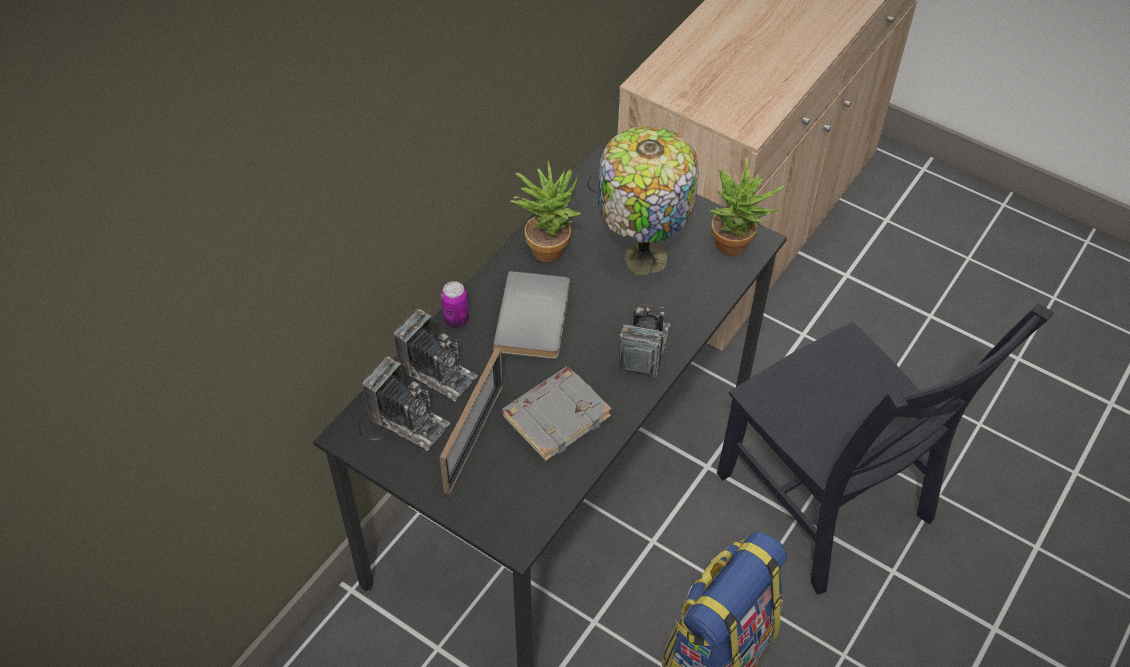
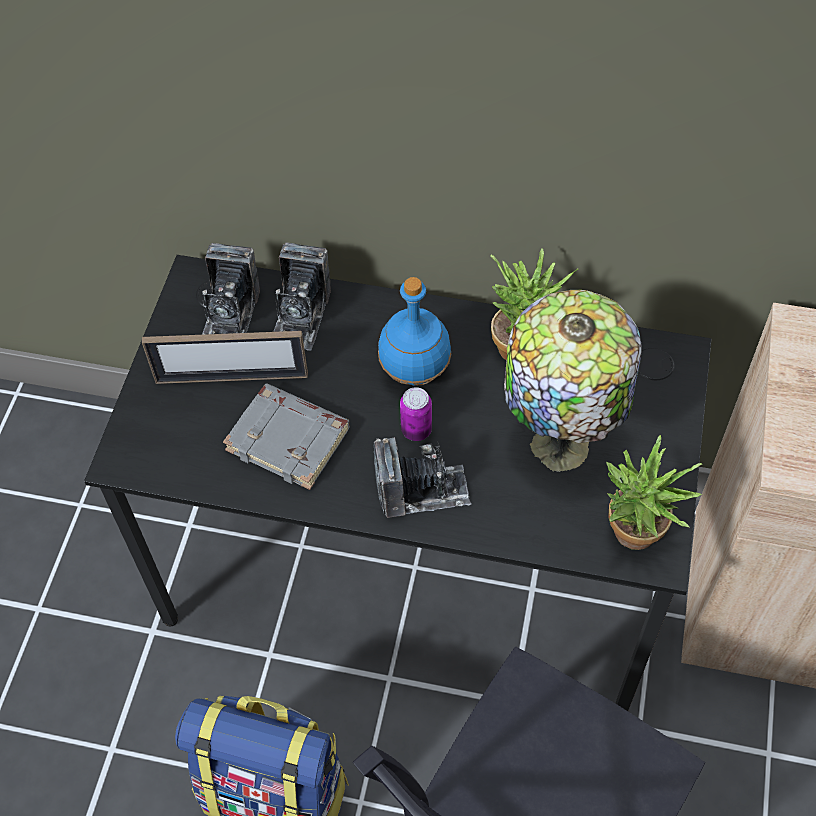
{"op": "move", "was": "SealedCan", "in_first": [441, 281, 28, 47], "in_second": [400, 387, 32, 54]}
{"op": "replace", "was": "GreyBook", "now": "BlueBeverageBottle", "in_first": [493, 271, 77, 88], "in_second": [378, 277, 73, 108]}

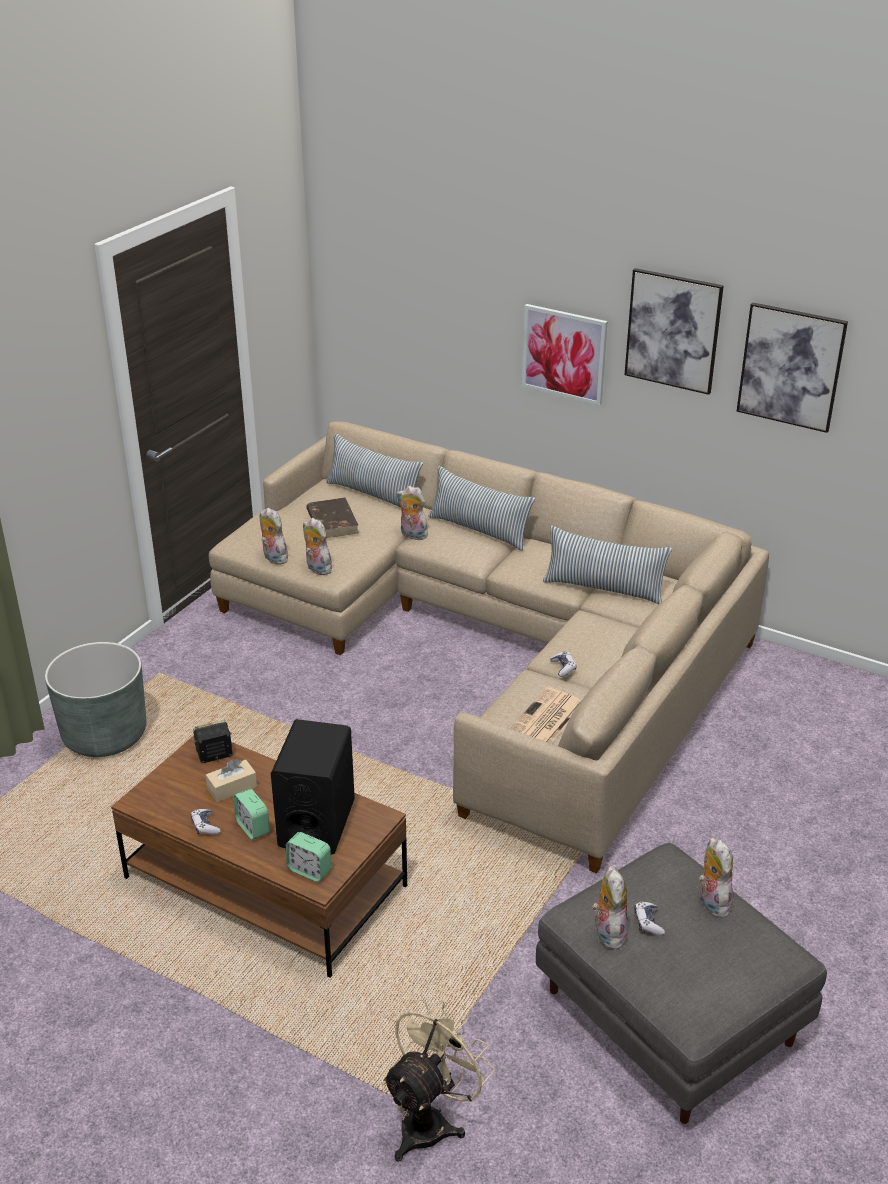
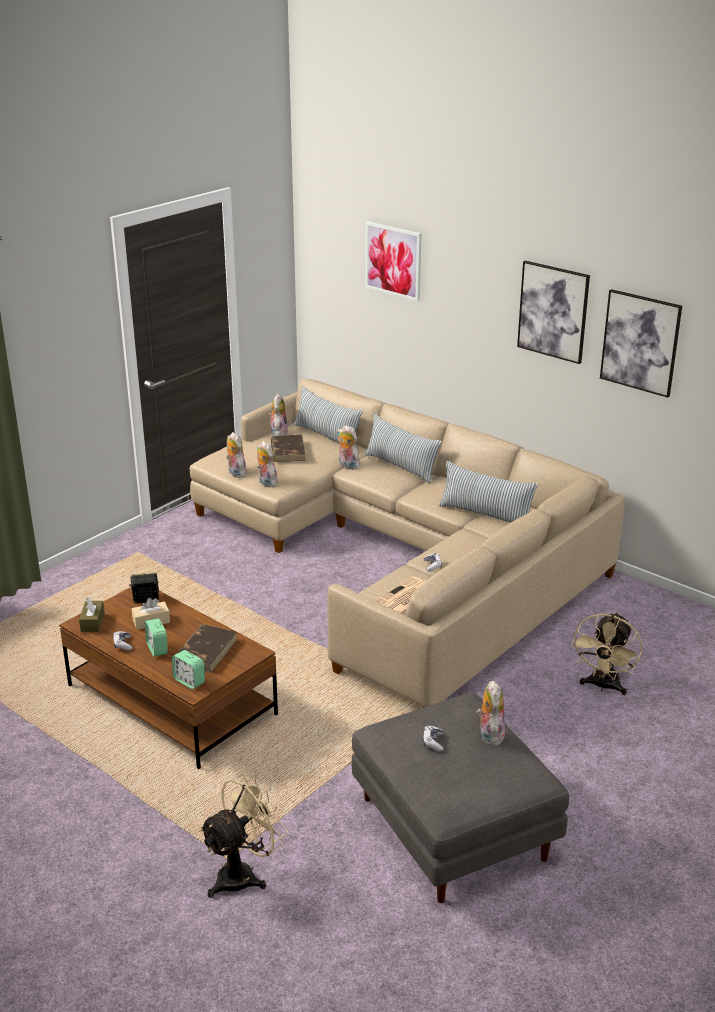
{"op": "delete", "was": "GreyPlanter", "in_first": [45, 642, 101, 115]}
{"op": "replace", "was": "BlackishLoudspeaker", "now": "BrownishBook", "in_first": [271, 719, 84, 136], "in_second": [176, 624, 62, 49]}
{"op": "move", "was": "WallArt", "in_first": [522, 304, 86, 101], "in_second": [365, 221, 57, 80]}
{"op": "move", "was": "PlushToy", "in_first": [592, 866, 36, 83], "in_second": [268, 394, 20, 42]}
{"op": "insert", "now": "BrownishTissueHolder", "in_second": [79, 598, 26, 34]}
{"op": "insert", "now": "BeigeColouredFan", "in_second": [571, 612, 71, 83]}

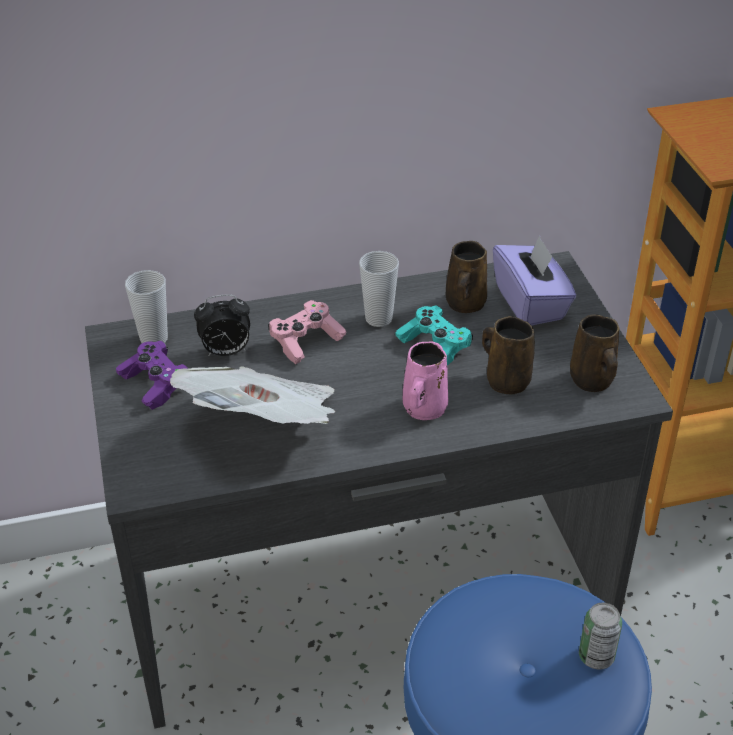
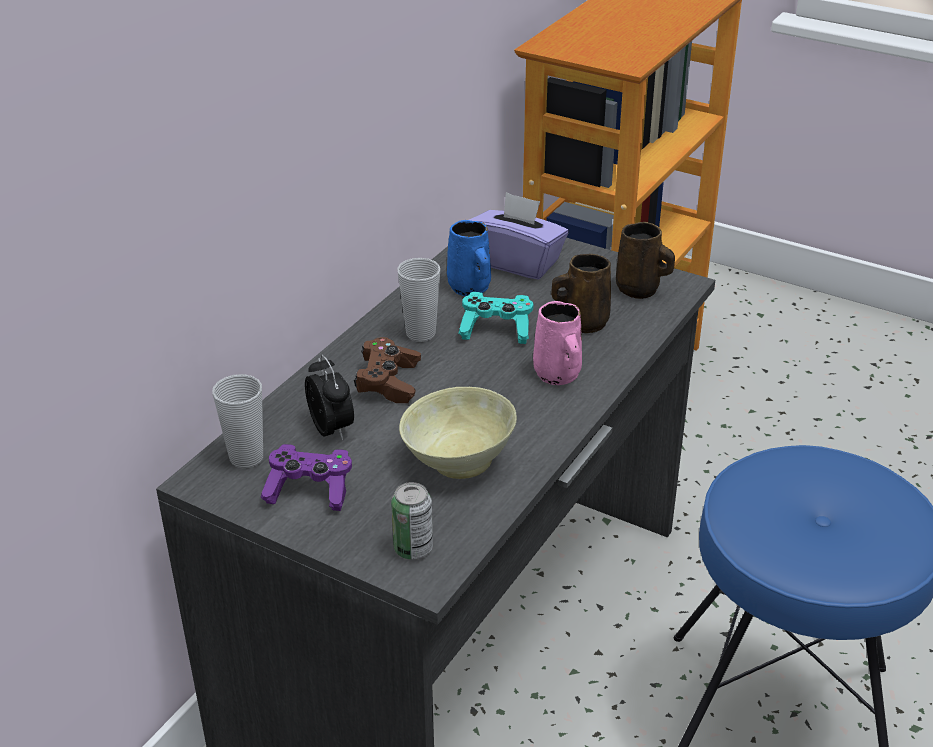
{"op": "replace", "was": "Newspaper", "now": "BeigeColouredServingBowl", "in_first": [170, 367, 165, 57], "in_second": [399, 387, 118, 92]}
{"op": "rotate", "was": "TableClock", "in_first": [194, 294, 56, 62], "in_second": [305, 355, 49, 85], "clockwise": -60}
{"op": "recolor", "was": "PinkColouredGameController", "now": "BrownishGameController", "in_first": [268, 300, 78, 64], "in_second": [354, 337, 67, 66]}
{"op": "recolor", "was": "BrownishMug", "now": "BlueMug", "in_first": [446, 241, 41, 72], "in_second": [447, 220, 44, 76]}
{"op": "move", "was": "SealedCan", "in_first": [579, 603, 43, 67], "in_second": [391, 482, 42, 78]}

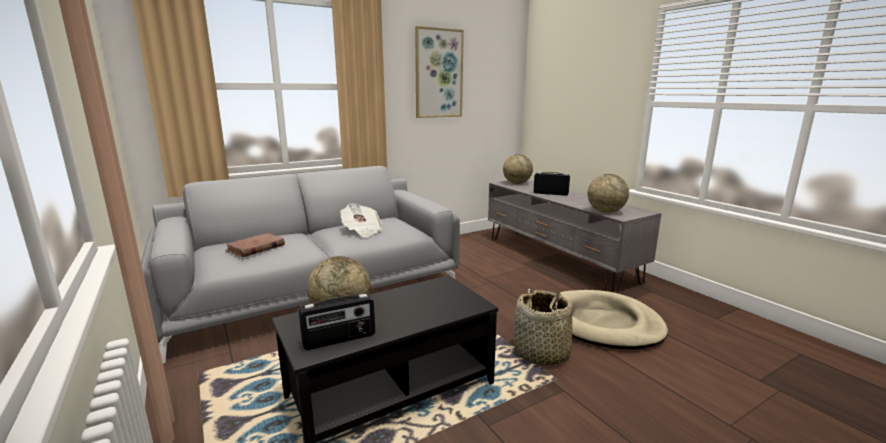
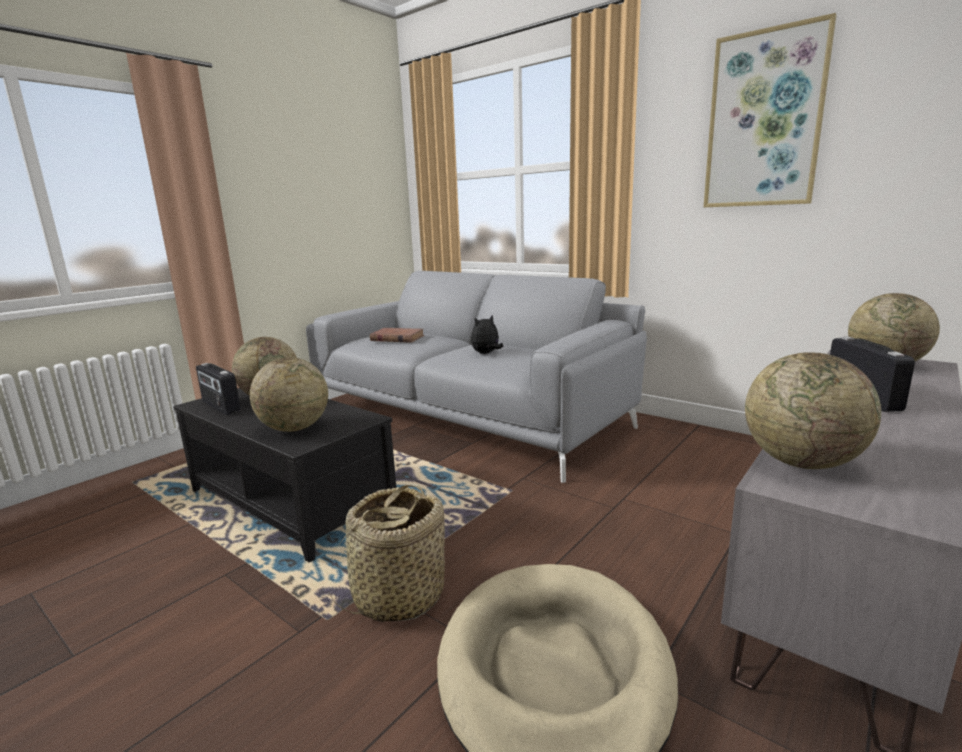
{"op": "replace", "was": "Newspaper", "now": "PlushToy", "in_first": [340, 204, 43, 34], "in_second": [471, 315, 32, 39]}
{"op": "insert", "now": "DeskGlobe", "in_second": [250, 358, 78, 74]}

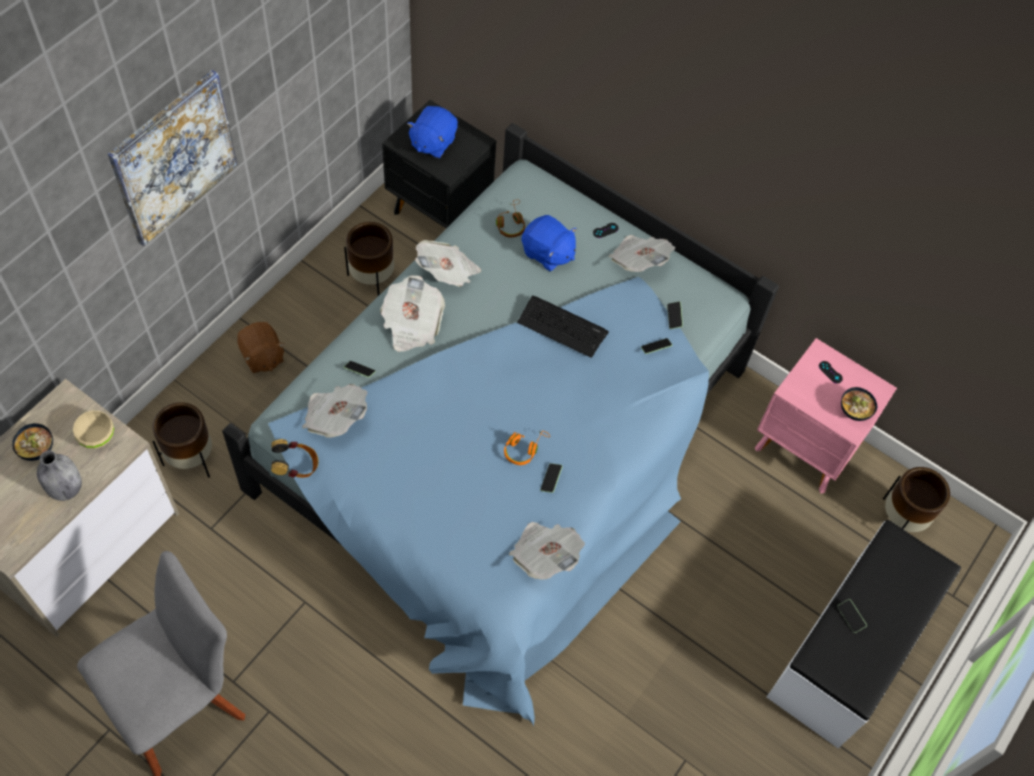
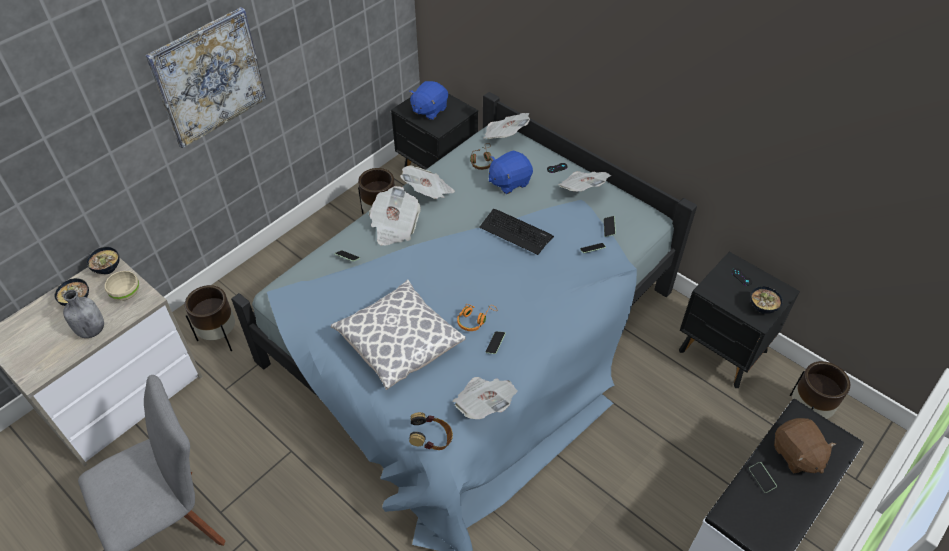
{"op": "move", "was": "BrownishPlushToy", "in_first": [237, 322, 48, 51], "in_second": [774, 418, 62, 55]}
{"op": "move", "was": "Headphones", "in_first": [271, 439, 48, 39], "in_second": [409, 412, 44, 38]}
{"op": "move", "was": "Newspaper", "in_first": [302, 384, 66, 54], "in_second": [483, 113, 47, 26]}
{"op": "rotate", "was": "BluePlushToy", "in_first": [521, 215, 56, 56], "in_second": [489, 150, 44, 44], "clockwise": 105}
{"op": "recolor", "was": "PinkColouredNightstand", "now": "BlackishNightstand", "in_first": [755, 338, 142, 155], "in_second": [679, 252, 121, 136]}
{"op": "insert", "now": "ServingBowl", "in_second": [87, 247, 33, 27]}
{"op": "insert", "now": "Pillow", "in_second": [331, 279, 135, 111]}

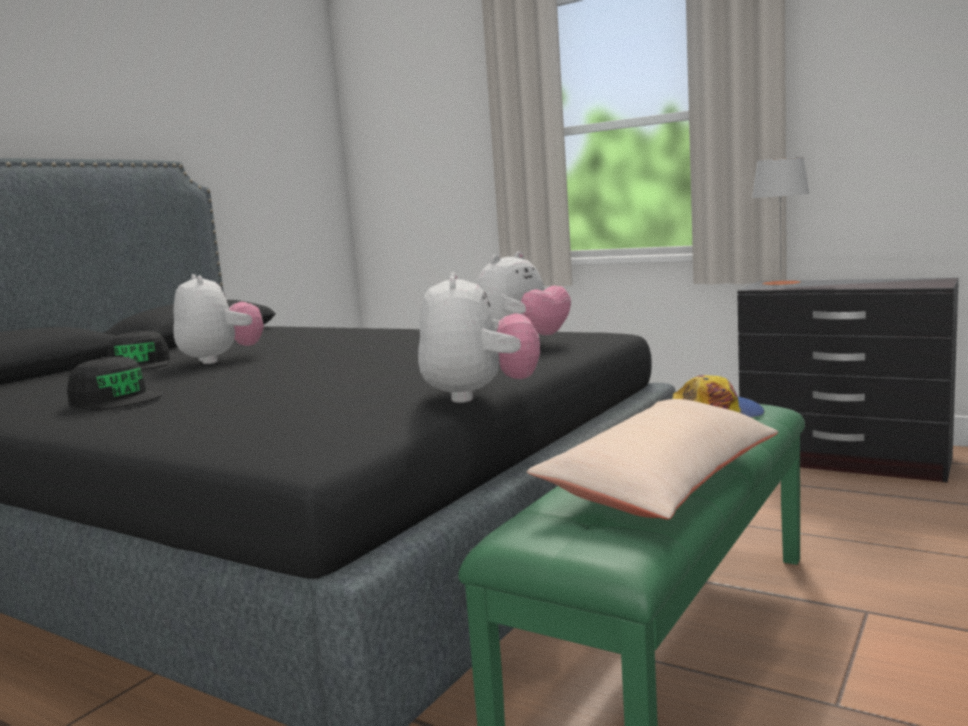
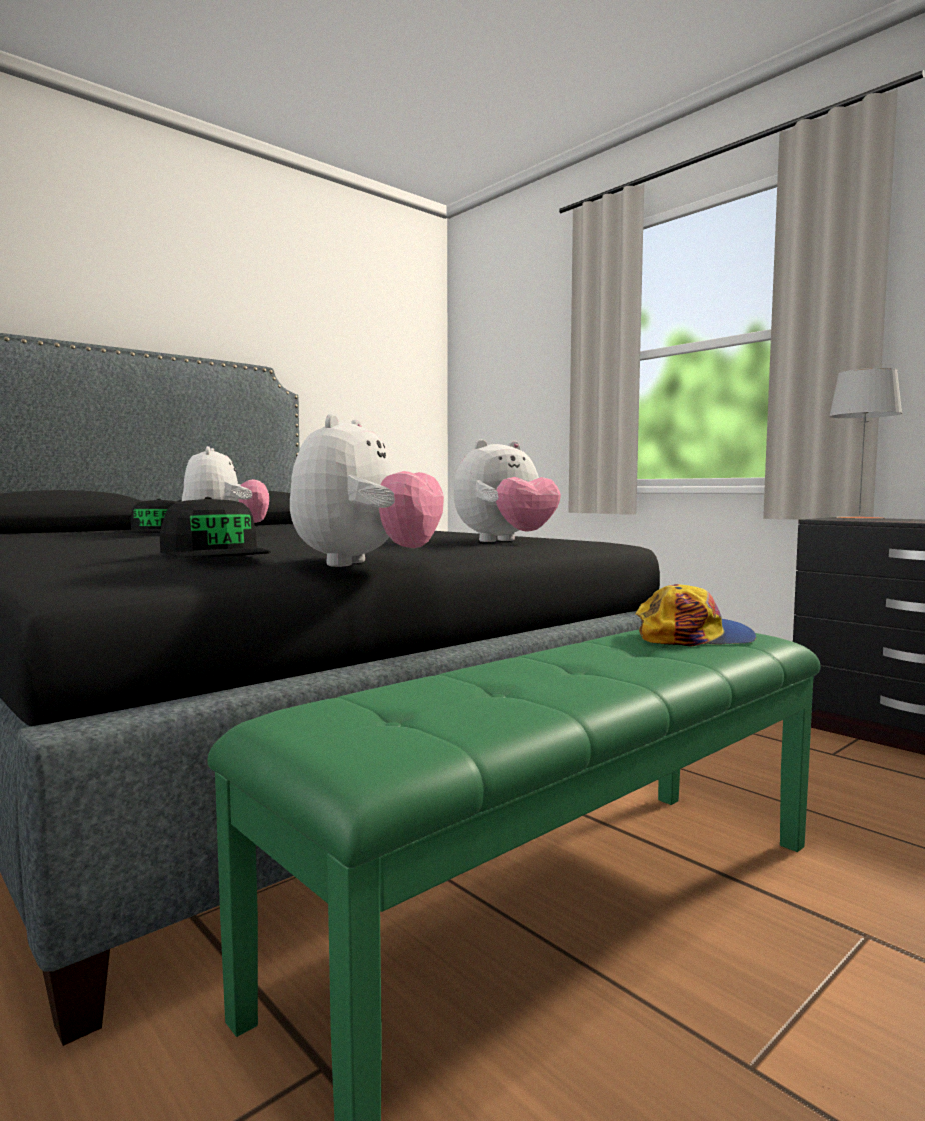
{"op": "move", "was": "BlackishCap", "in_first": [67, 357, 95, 53], "in_second": [160, 497, 111, 61]}
{"op": "delete", "was": "BeigeColouredPillow", "in_first": [527, 399, 251, 121]}

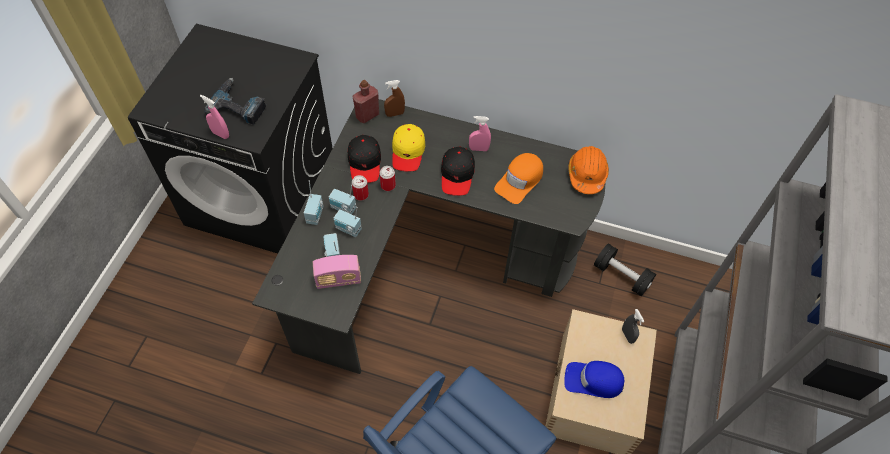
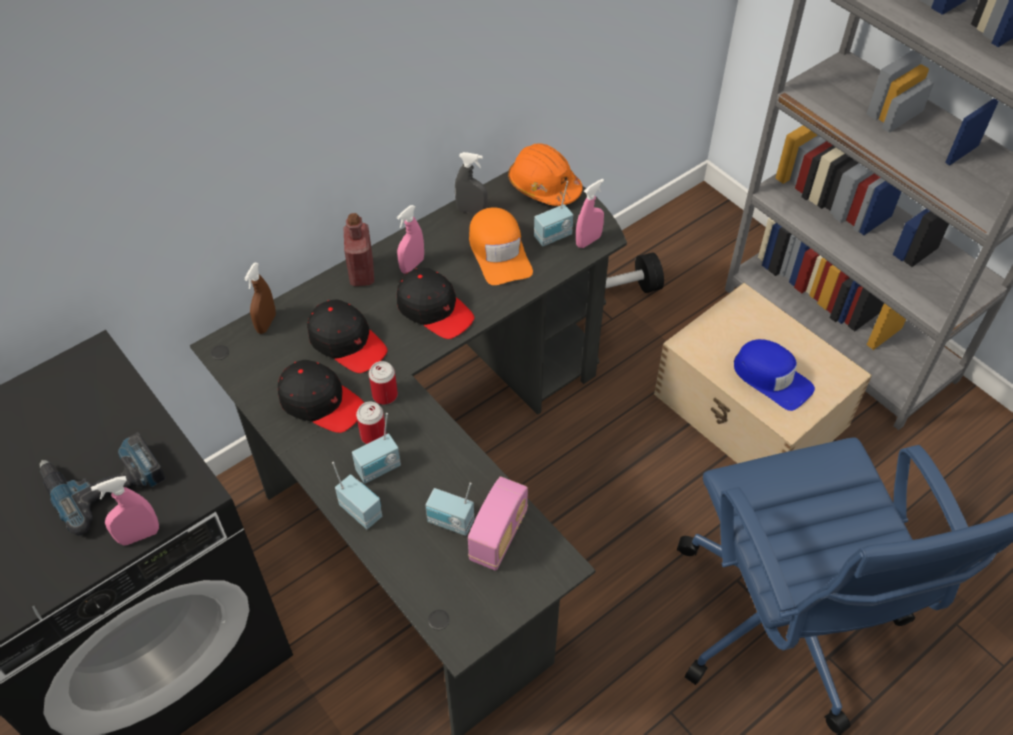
{"op": "move", "was": "RadioSet", "in_first": [334, 207, 28, 30], "in_second": [534, 181, 39, 65]}
{"op": "move", "was": "RedBeverageBottle", "in_first": [353, 80, 26, 43], "in_second": [343, 213, 31, 73]}
{"op": "recolor", "was": "YellowColouredCap", "now": "BlackishCap", "in_first": [392, 124, 33, 48], "in_second": [307, 300, 81, 73]}
{"op": "rotate", "was": "BlueCap", "in_first": [564, 361, 60, 37], "in_second": [734, 339, 81, 72], "clockwise": -90}
{"op": "move", "was": "GreySprayBottle", "in_first": [622, 309, 23, 35], "in_second": [455, 152, 33, 62]}
{"op": "insert", "now": "PinkColouredSprayBottle", "in_second": [576, 179, 28, 69]}

